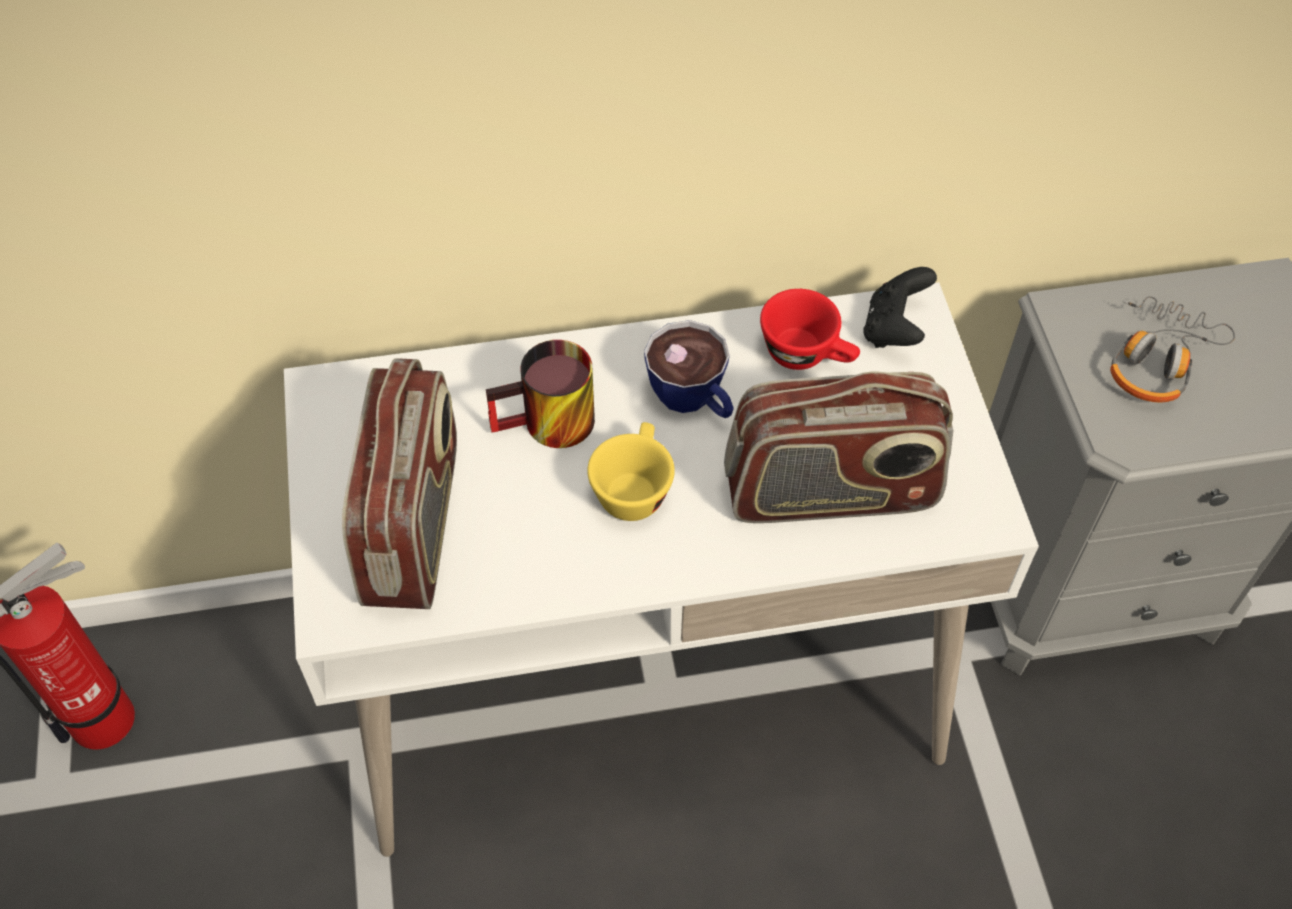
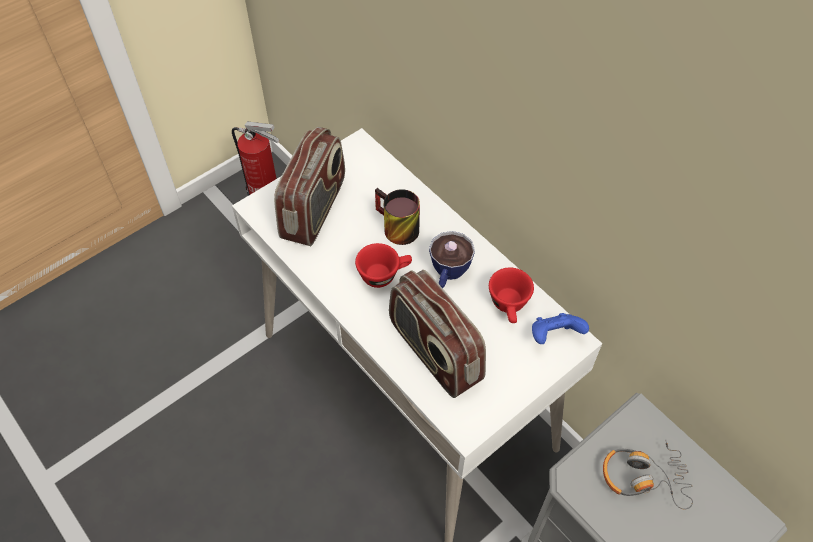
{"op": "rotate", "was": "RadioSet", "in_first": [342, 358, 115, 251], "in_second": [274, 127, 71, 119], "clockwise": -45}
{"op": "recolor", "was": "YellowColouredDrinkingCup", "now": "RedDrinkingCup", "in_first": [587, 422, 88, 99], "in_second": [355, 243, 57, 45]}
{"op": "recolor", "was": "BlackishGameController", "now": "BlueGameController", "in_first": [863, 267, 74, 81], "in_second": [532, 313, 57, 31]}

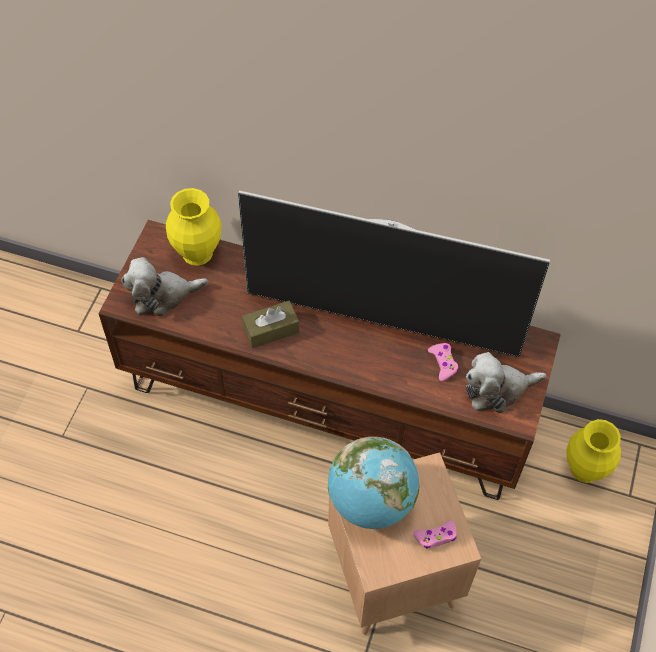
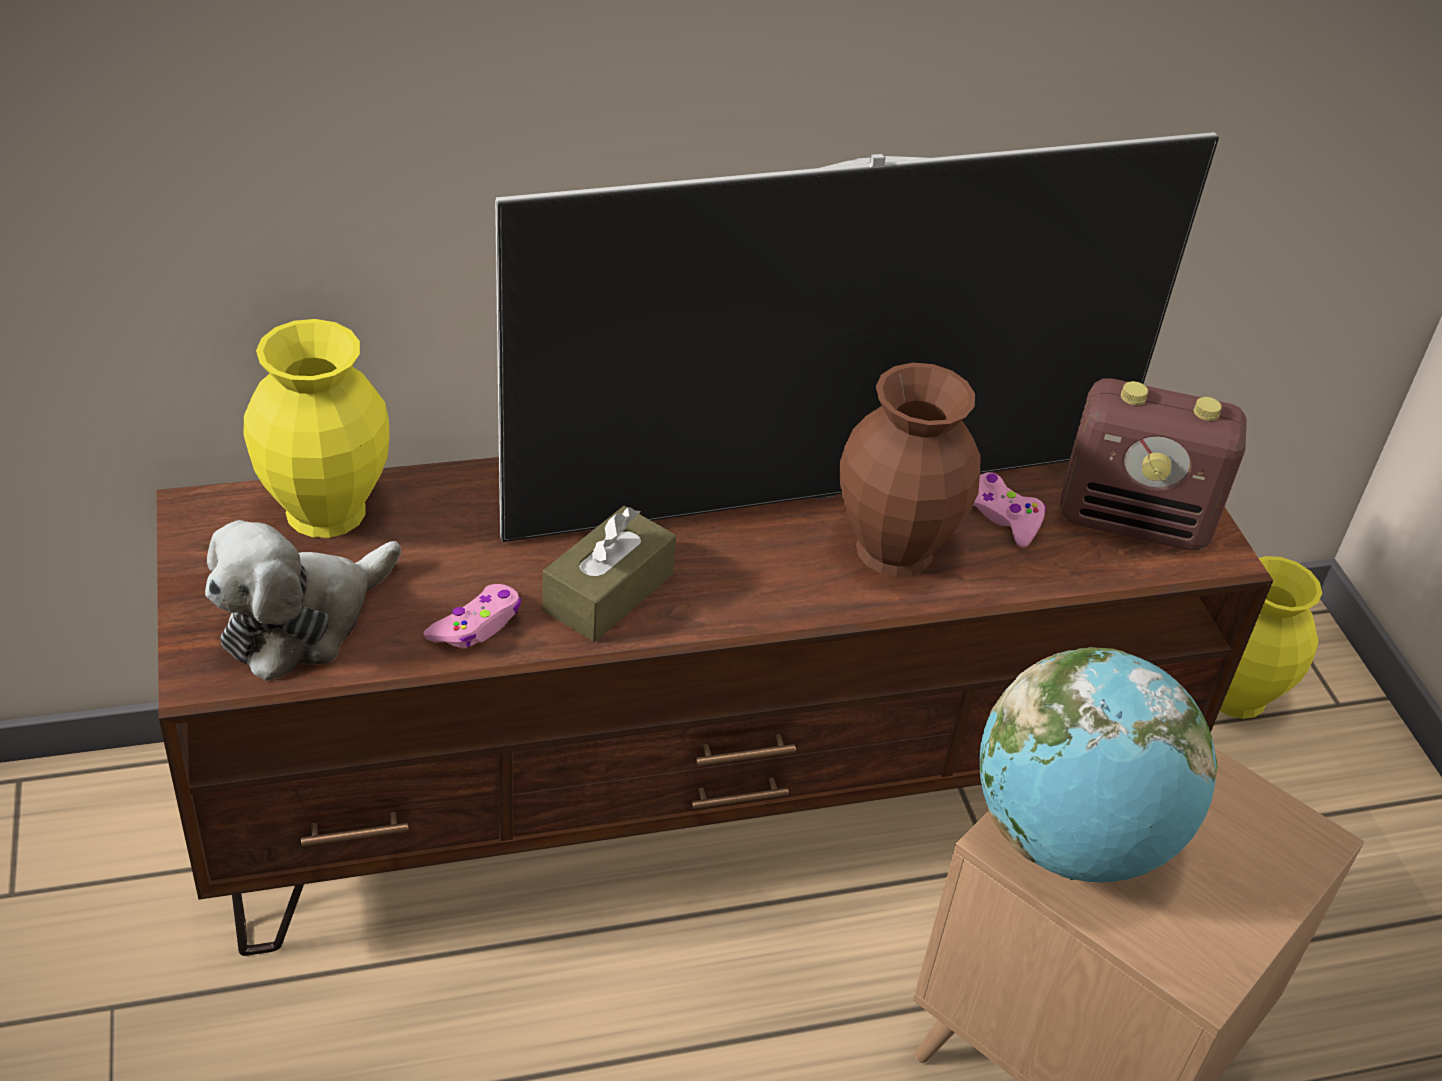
{"op": "move", "was": "PinkColouredGameController", "in_first": [413, 520, 44, 29], "in_second": [424, 584, 98, 64]}
{"op": "replace", "was": "PlushToy", "now": "RadioSet", "in_first": [466, 352, 81, 61], "in_second": [1060, 378, 187, 172]}
{"op": "insert", "now": "BrownishDecorativeVase", "in_second": [839, 363, 142, 214]}

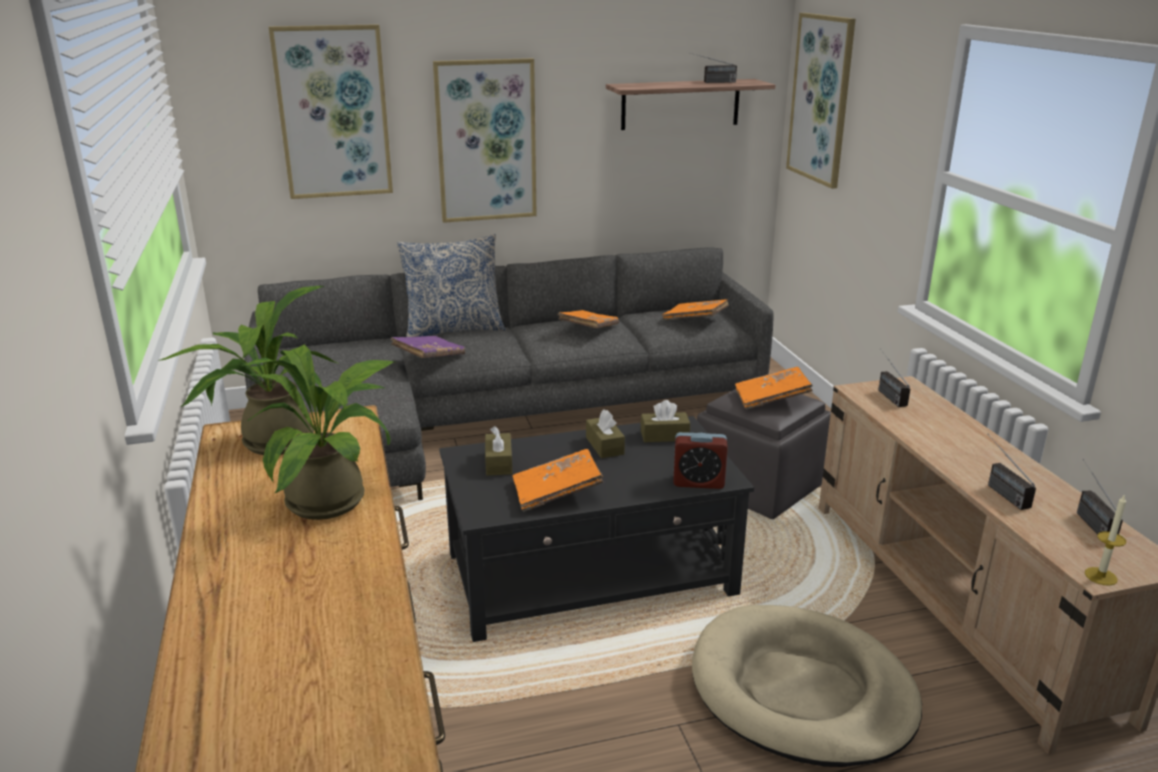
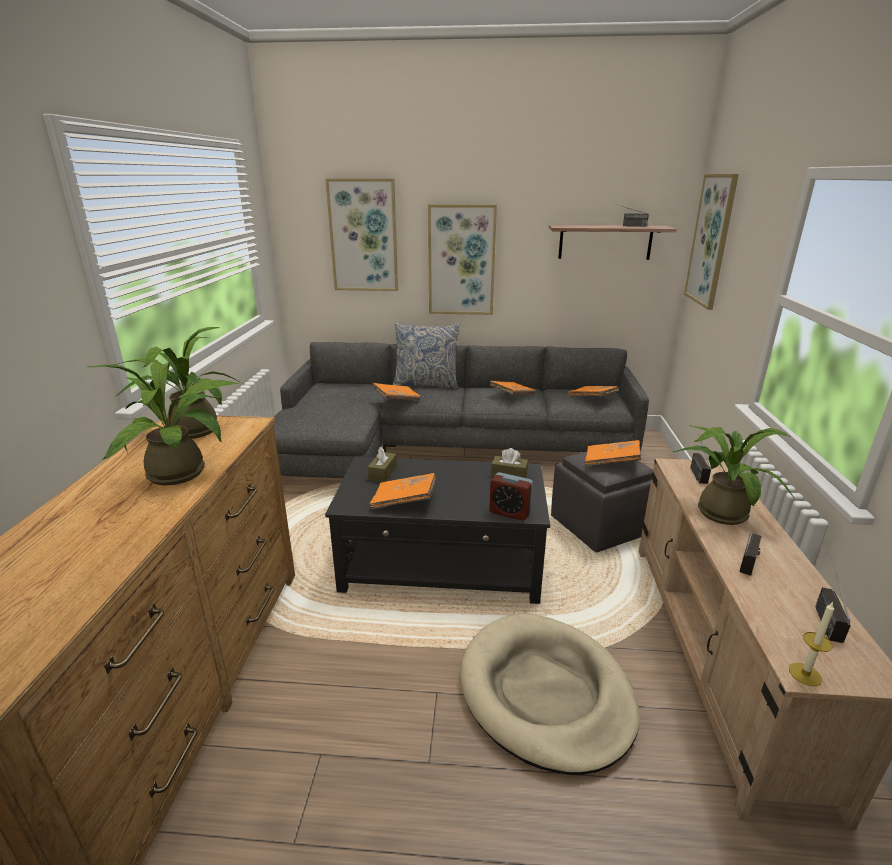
{"op": "recolor", "was": "PurplishBook", "now": "OrangeColouredBook", "in_first": [391, 336, 74, 22], "in_second": [373, 383, 47, 17]}
{"op": "delete", "was": "BrownishTissueHolder", "in_first": [586, 409, 39, 49]}
{"op": "rotate", "was": "RadioSet", "in_first": [987, 434, 49, 76], "in_second": [739, 533, 23, 43], "clockwise": -150}
{"op": "insert", "now": "Houseplant", "in_second": [673, 425, 121, 100]}

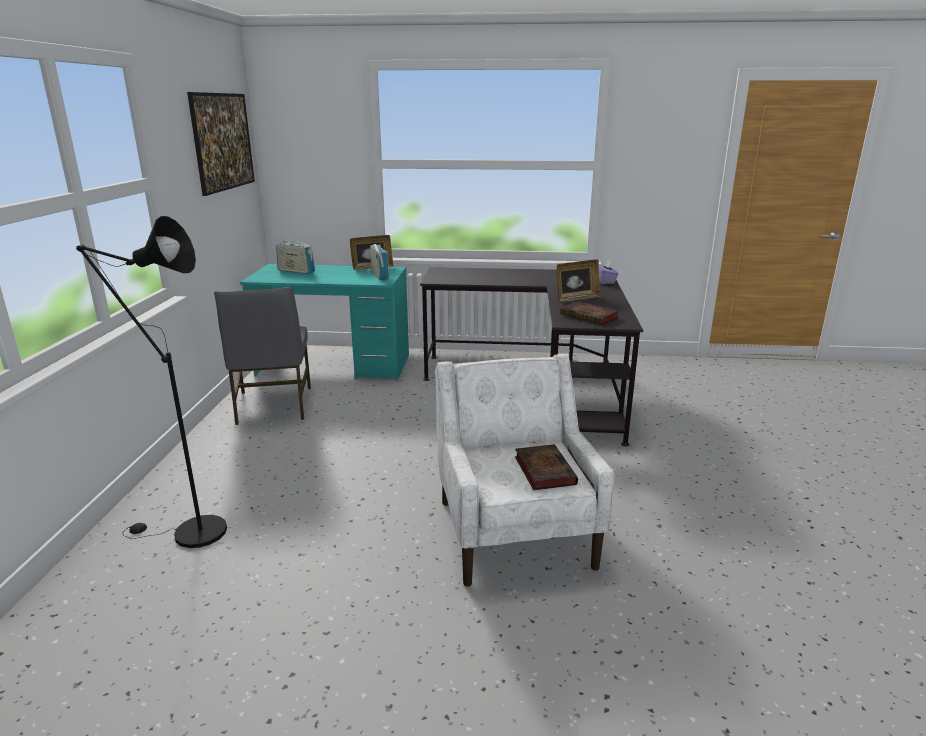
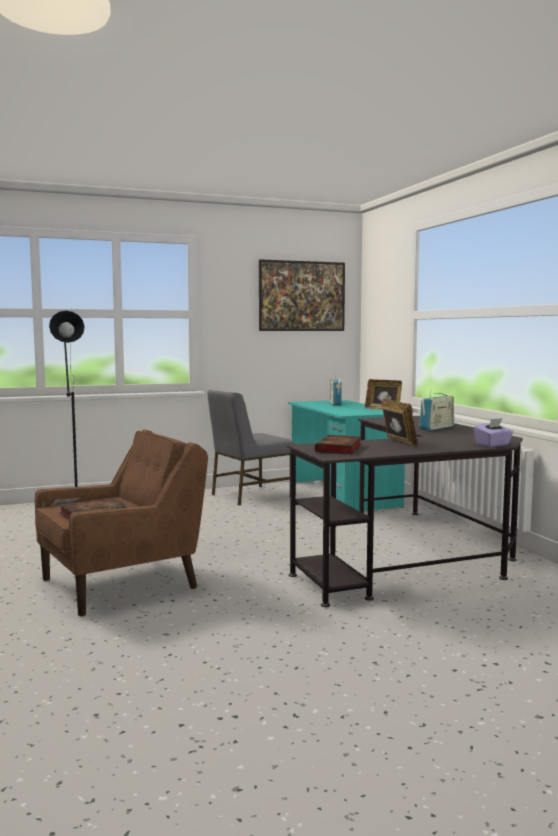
{"op": "move", "was": "RadioSet", "in_first": [370, 244, 19, 36], "in_second": [419, 390, 35, 41]}
{"op": "recolor", "was": "WhitishLoungeChair", "now": "BrownishLoungeChair", "in_first": [435, 354, 179, 233], "in_second": [35, 430, 173, 186]}
{"op": "rotate", "was": "PhotoFrame", "in_first": [557, 259, 44, 43], "in_second": [381, 398, 37, 48], "clockwise": -150}

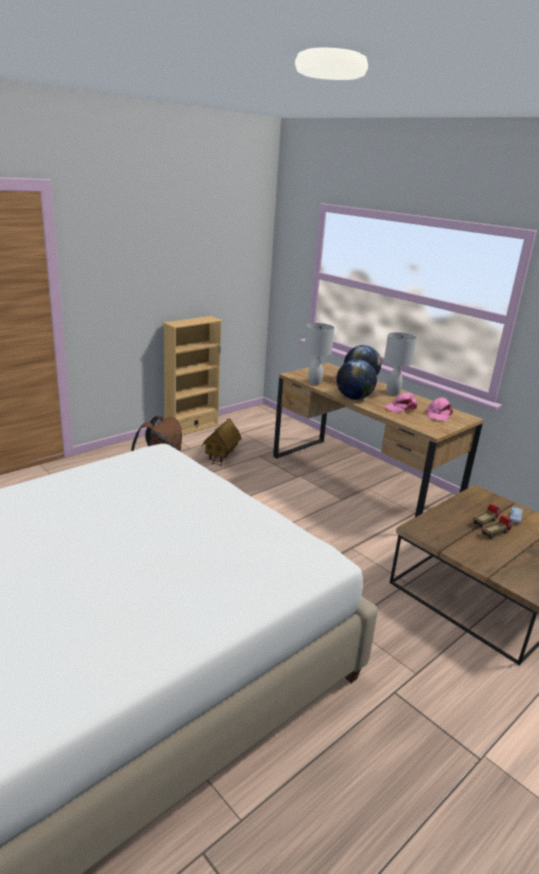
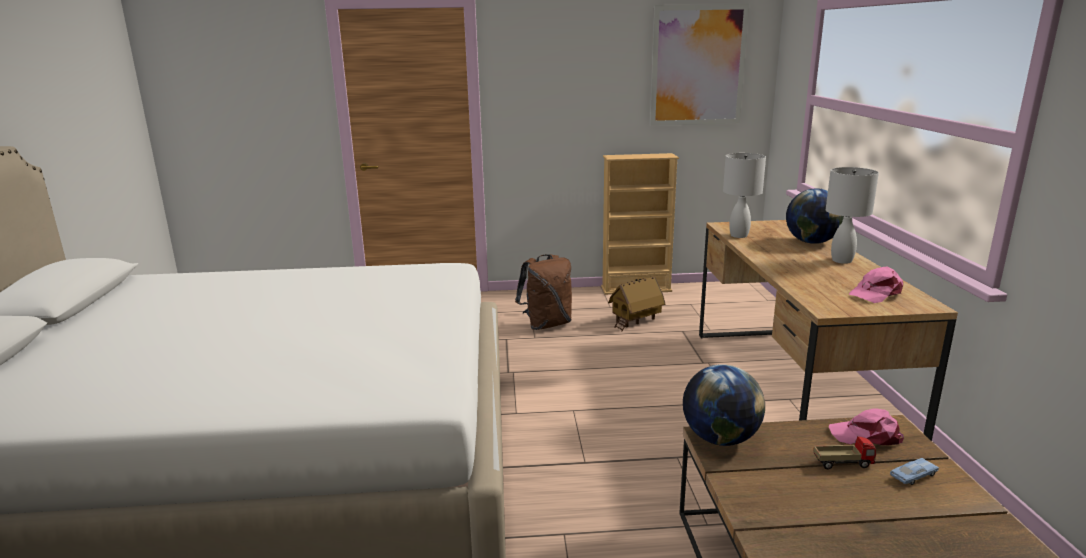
{"op": "move", "was": "DeskGlobe", "in_first": [336, 359, 41, 41], "in_second": [683, 364, 82, 82]}
{"op": "move", "was": "PinkColouredCap", "in_first": [384, 393, 33, 20], "in_second": [829, 409, 75, 36]}
{"op": "delete", "was": "ModelTruck", "in_first": [481, 516, 31, 23]}
{"op": "insert", "now": "WallArt", "in_second": [650, 4, 99, 122]}

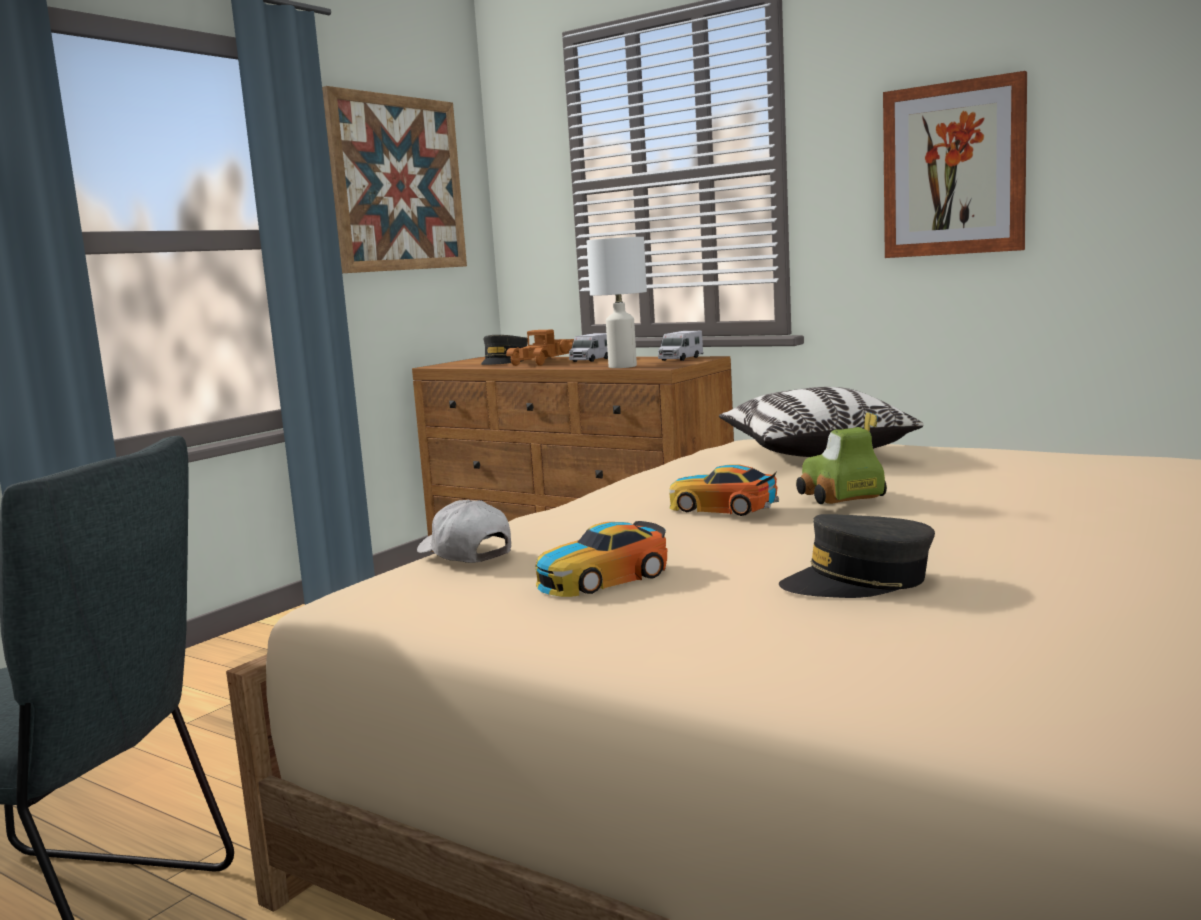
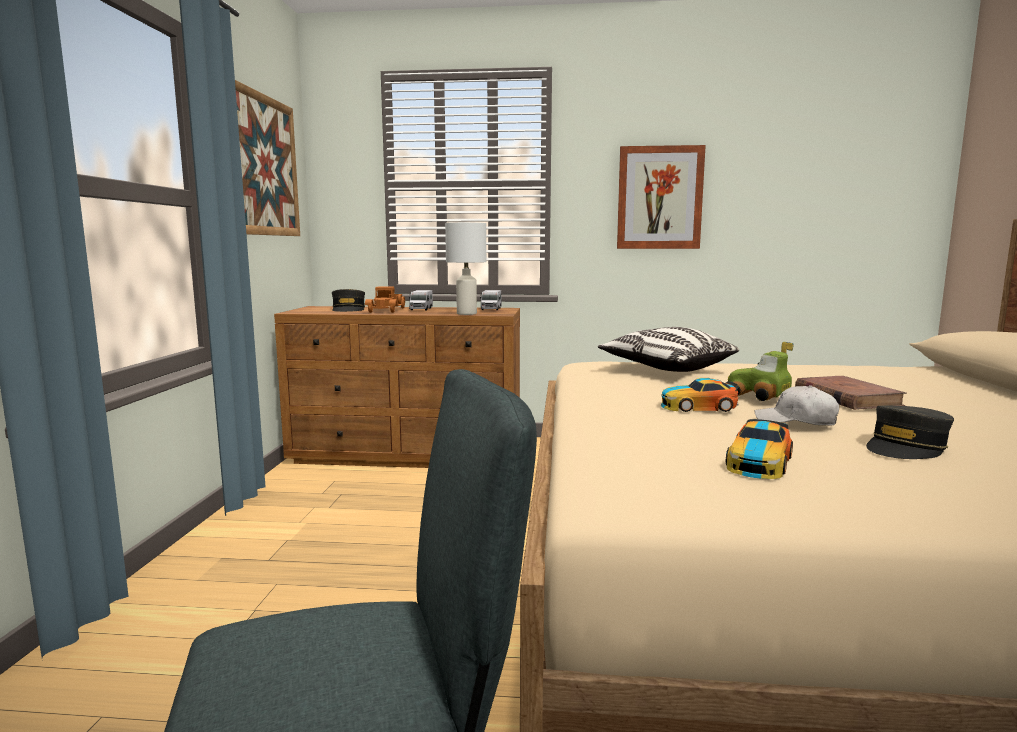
{"op": "move", "was": "WhitishCap", "in_first": [417, 499, 94, 64], "in_second": [754, 385, 85, 41]}
{"op": "insert", "now": "BrownishBook", "in_second": [795, 376, 112, 34]}

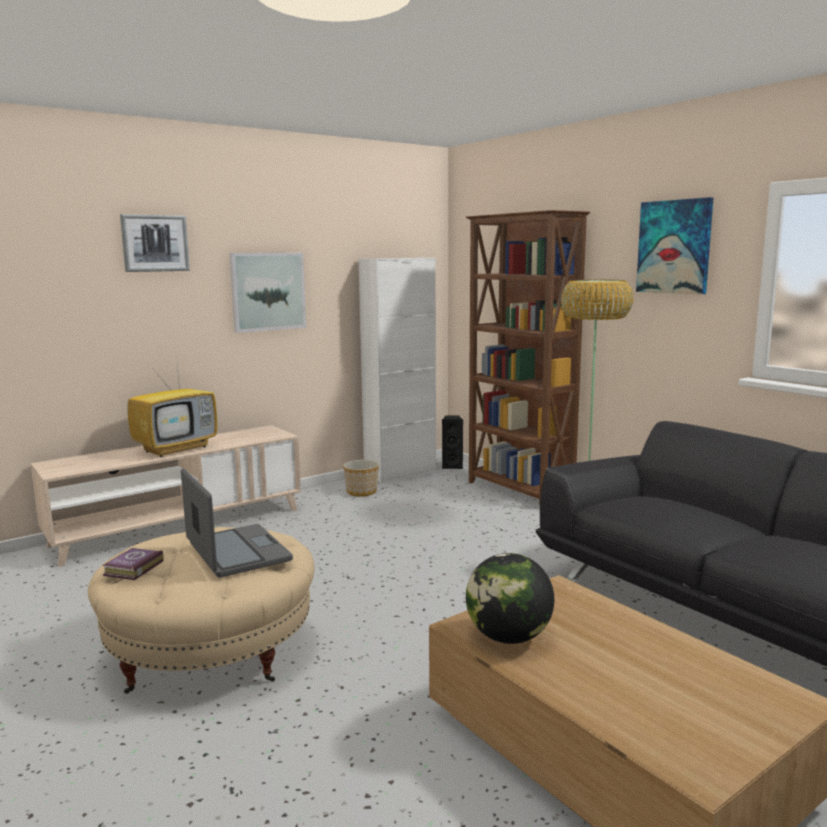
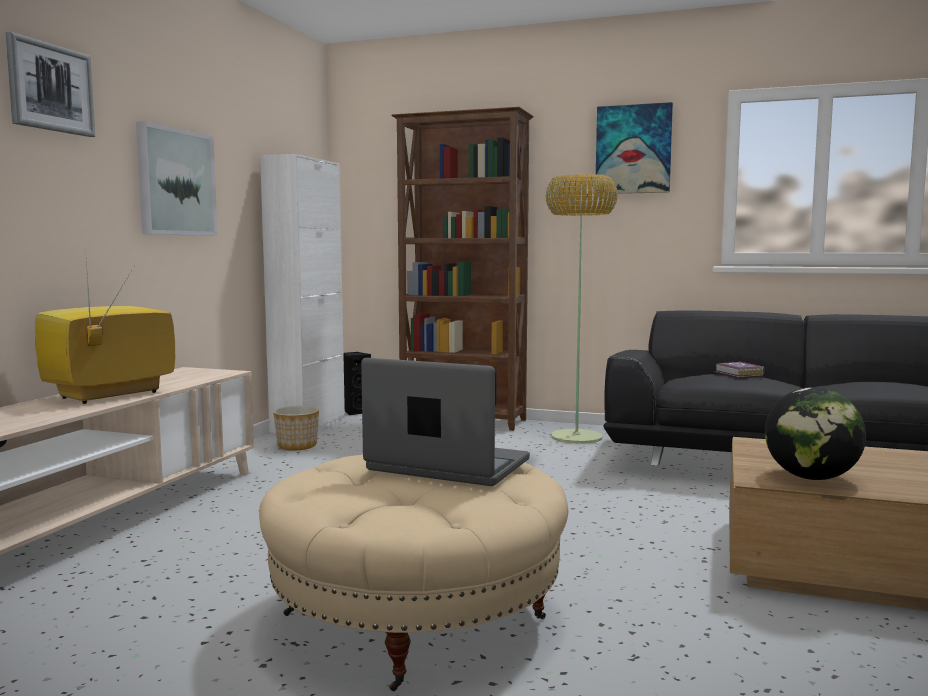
{"op": "move", "was": "Book", "in_first": [102, 548, 62, 32], "in_second": [715, 361, 49, 17]}
{"op": "rotate", "was": "Tv", "in_first": [127, 351, 90, 106], "in_second": [35, 248, 140, 156], "clockwise": -150}

